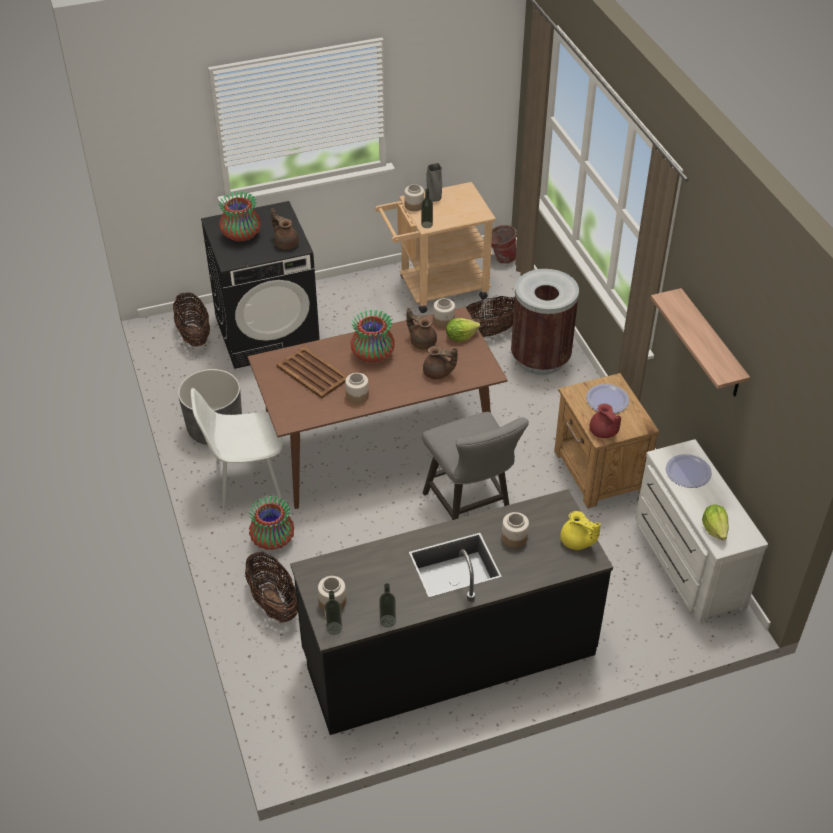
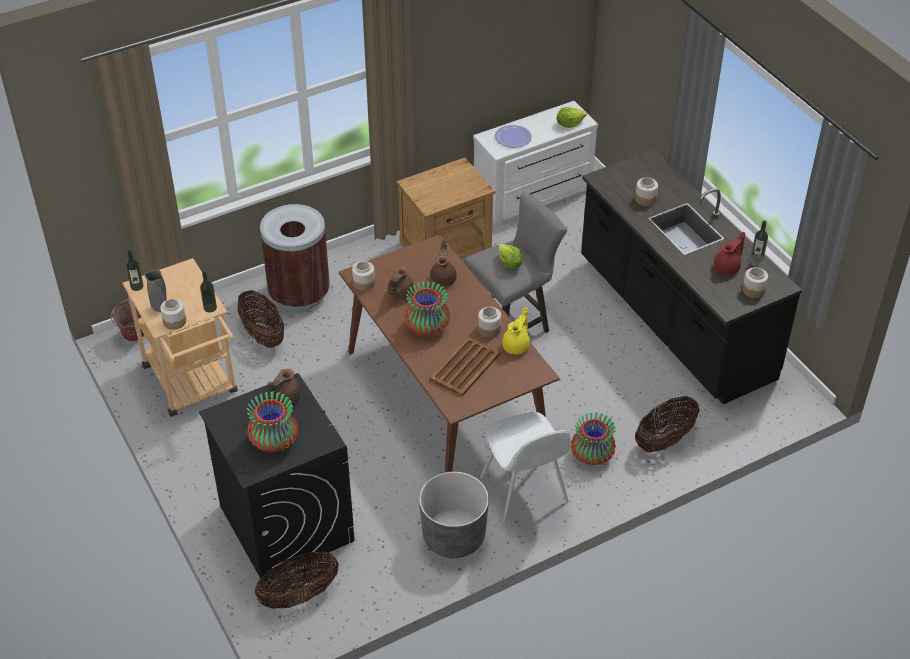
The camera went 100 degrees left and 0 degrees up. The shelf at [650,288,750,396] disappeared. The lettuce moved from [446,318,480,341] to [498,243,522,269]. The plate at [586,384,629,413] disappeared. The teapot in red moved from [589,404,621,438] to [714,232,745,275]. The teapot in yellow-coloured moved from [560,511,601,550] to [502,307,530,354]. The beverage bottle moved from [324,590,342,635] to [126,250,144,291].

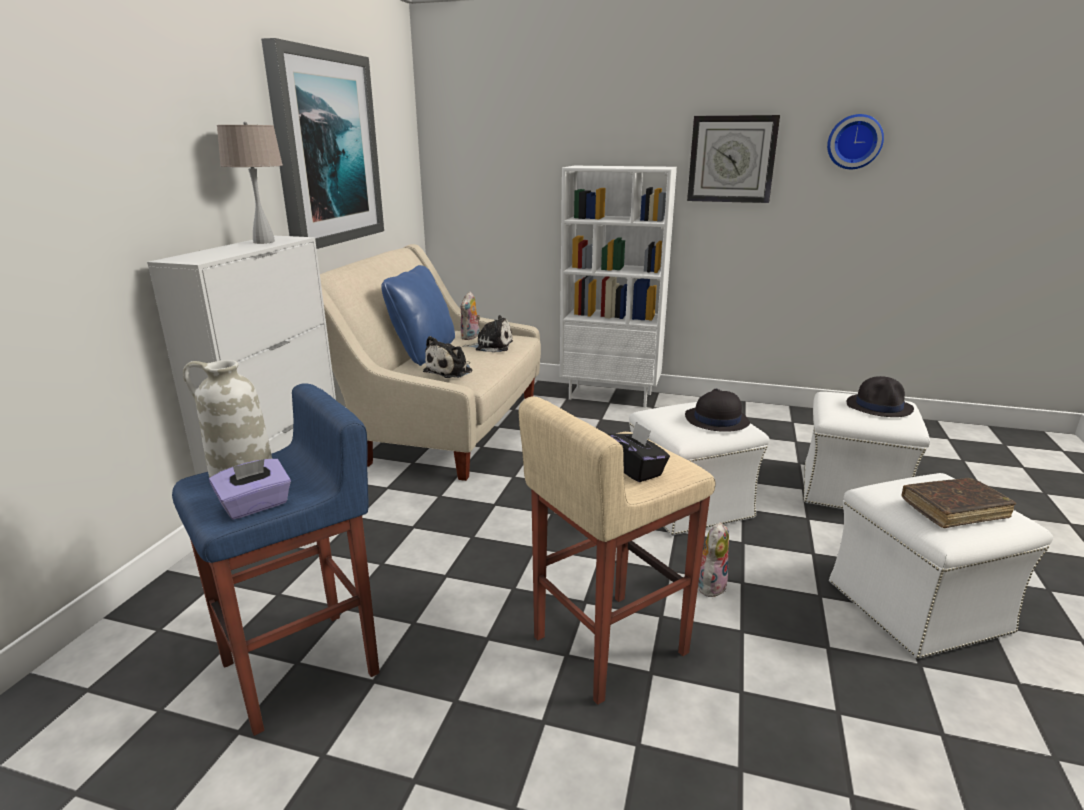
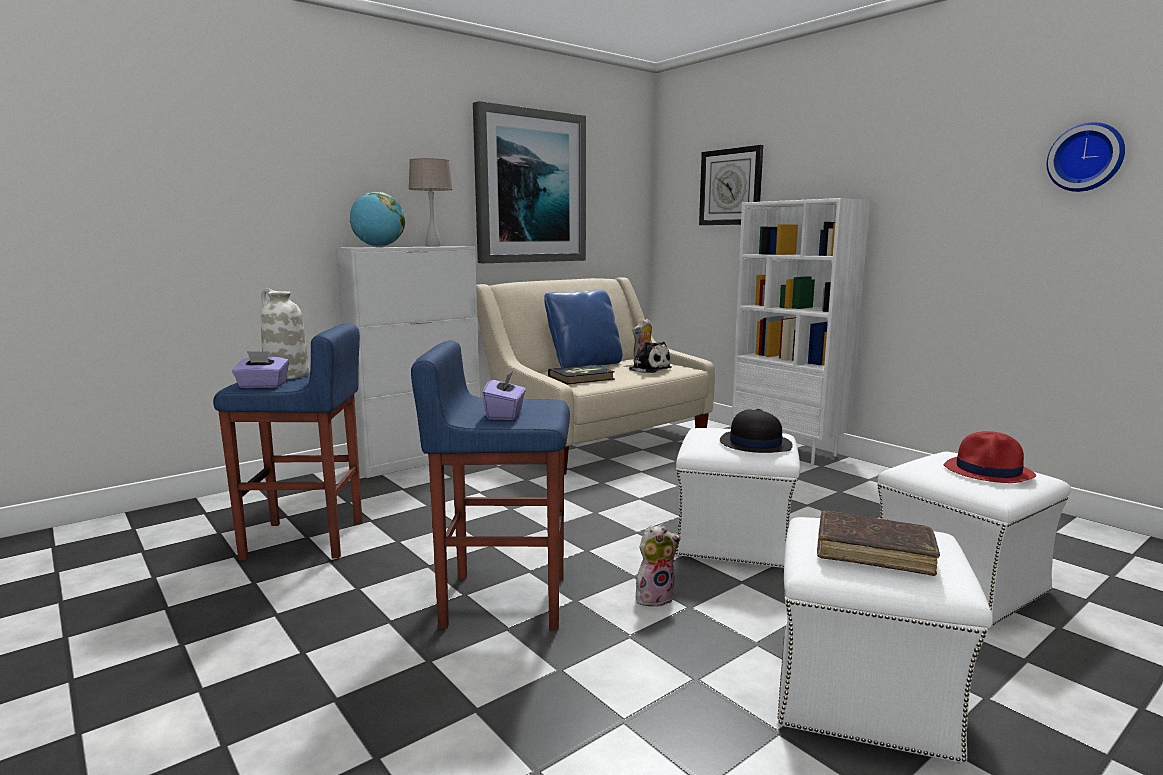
The camera went 35 degrees right and 10 degrees down. The clock on the wall moved from [687,115,780,203] to [699,145,763,225]. The cuddly toy at [423,336,472,378] was replaced by the volume at [548,365,615,384]. The clothing hat in black-coloured at [847,376,914,417] became the clothing hat in red at [944,431,1036,483]. The stool seat in beige at [519,396,716,705] became the stool seat in blue at [411,341,570,630]. The box of tissues in black-coloured at [608,422,670,482] became the box of tissues in purple at [482,371,526,420]. The globe at [350,192,405,247] appeared.

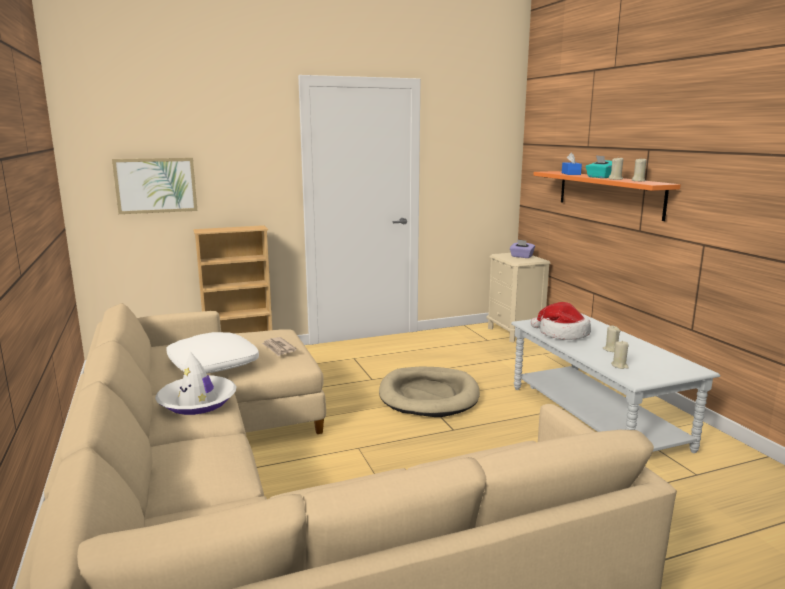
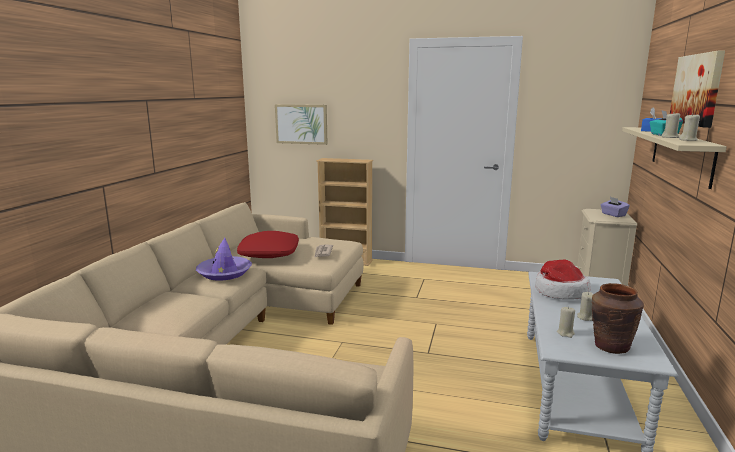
The camera went 35 degrees right and 0 degrees up. The shelf in orangey at [533,171,681,221] became the shelf in beige at [622,127,727,189]. The pillow in white-coloured at [166,332,259,373] became the pillow in red at [237,231,299,258]. The clothing hat in white-coloured at [155,351,236,415] became the clothing hat in purple at [196,238,252,281]. The dog cushion in beige at [379,367,480,417] disappeared. The wall art at [670,50,725,128] appeared. The flower vase in brown-coloured at [592,283,644,354] appeared.

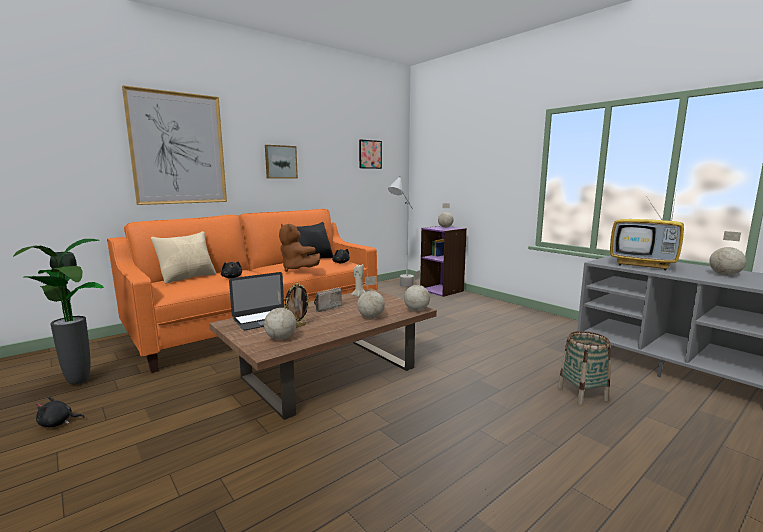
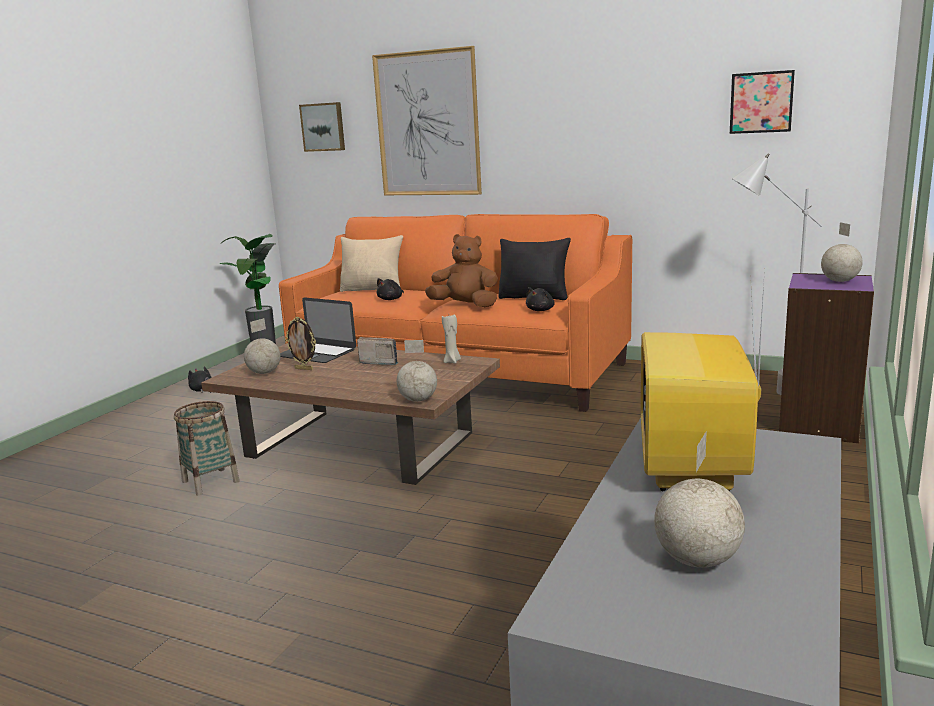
The camera went 65 degrees right and 5 degrees up. The wall art moved from [265,145,298,179] to [299,102,345,152]. The cuddly toy in brown-coloured at [279,224,320,272] turned 90 degrees clockwise. The globe at [357,276,385,319] disappeared. The household basket moved from [558,331,611,405] to [174,401,240,496].

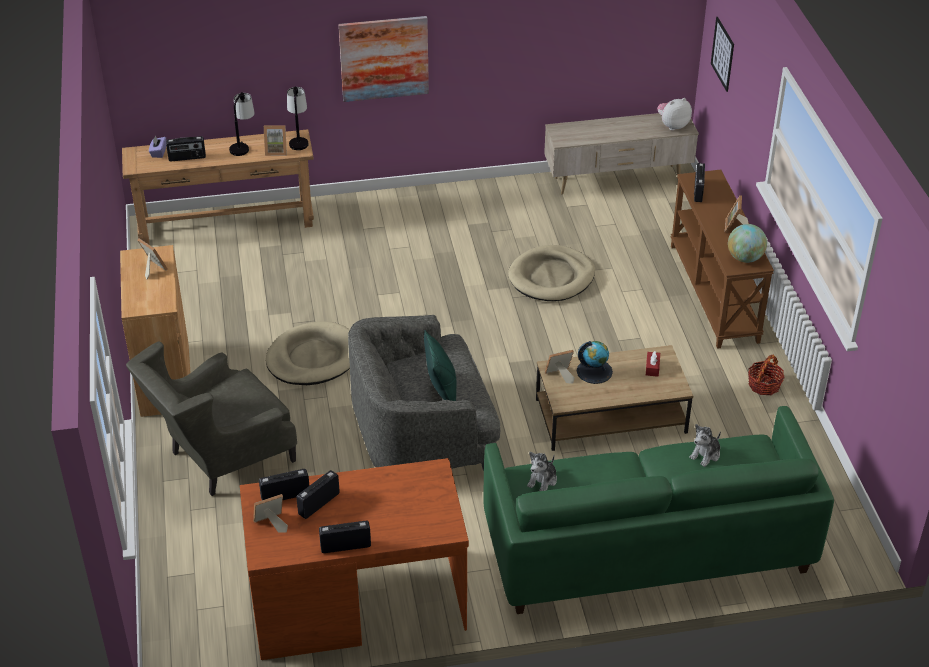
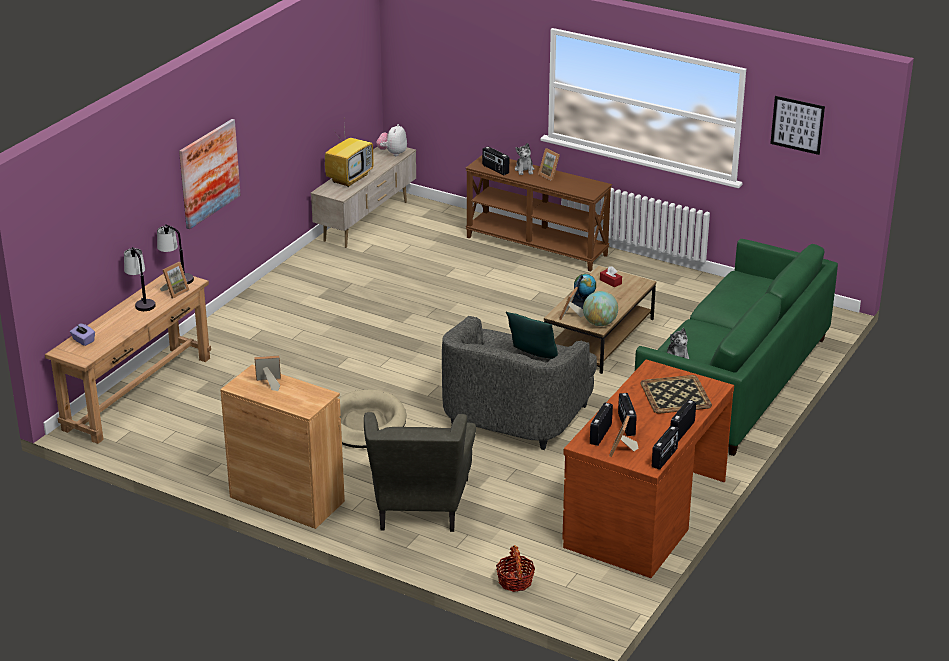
The camera went 50 degrees left and 10 degrees down. The wall art moved from [711,17,734,92] to [770,96,825,155]. The radio set moved from [166,136,206,161] to [652,426,679,470]. The globe moved from [728,224,767,263] to [583,291,618,326]. The dog cushion in beige at [508,245,595,301] disappeared. The household basket moved from [748,355,785,395] to [496,545,535,592]. The cuddly toy moved from [689,424,721,467] to [515,143,534,175]. The TV set at [325,124,374,187] appeared. The carrying tray at [640,375,712,414] appeared.

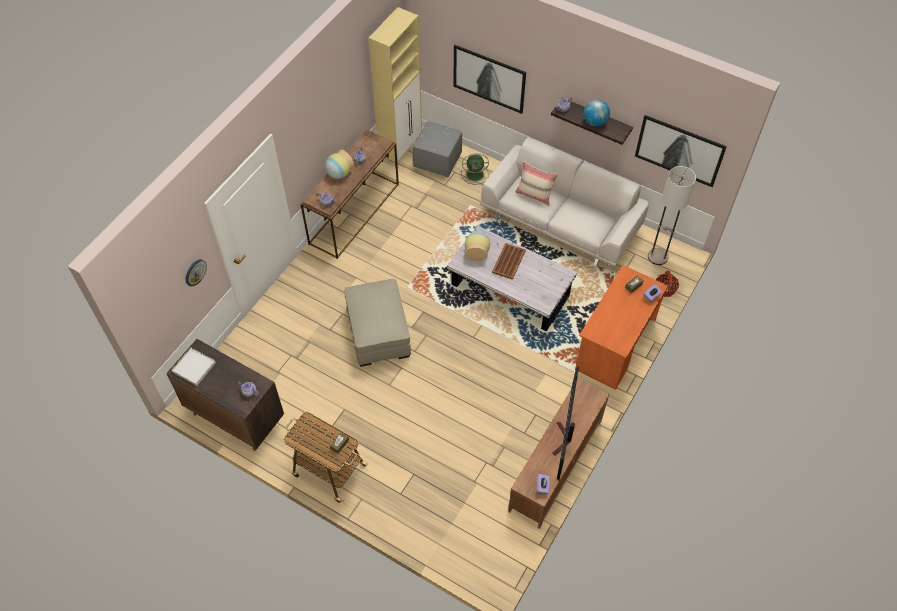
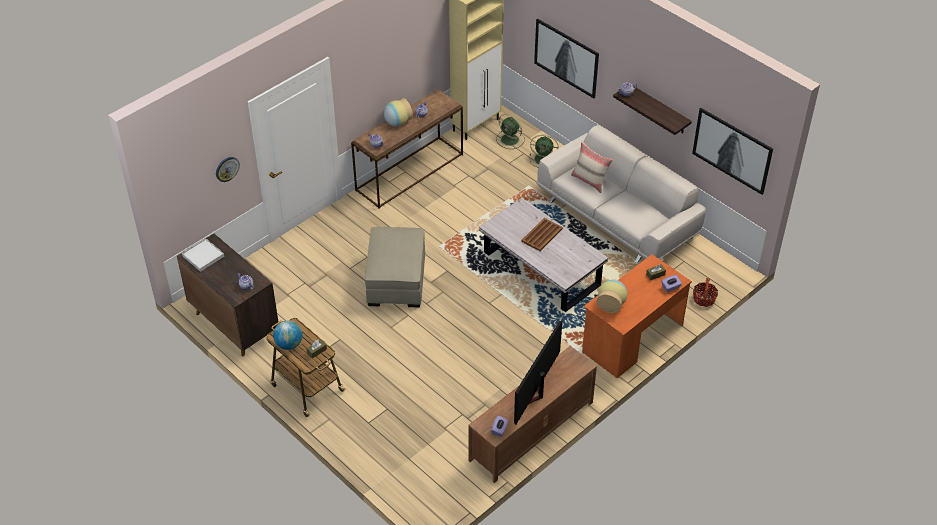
The camera went 15 degrees right and 10 degrees down. The globe moved from [584,100,610,126] to [273,321,303,350]. The pouffe in greyish at [412,122,462,177] was replaced by the cooling fan in green-coloured at [496,114,525,149]. The standing lamp at [648,166,696,265] disappeared. The flower vase moved from [465,232,490,261] to [597,280,627,313].

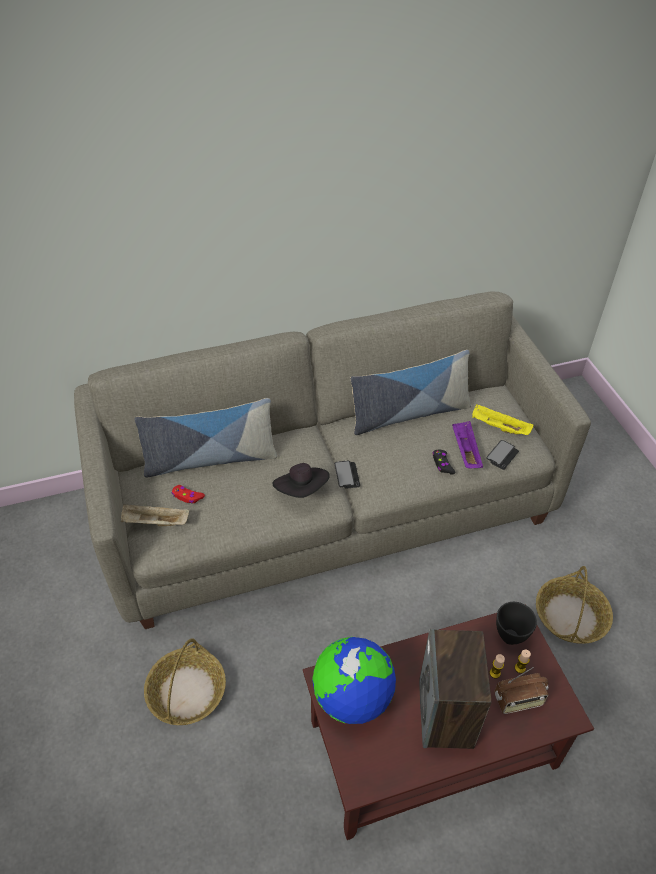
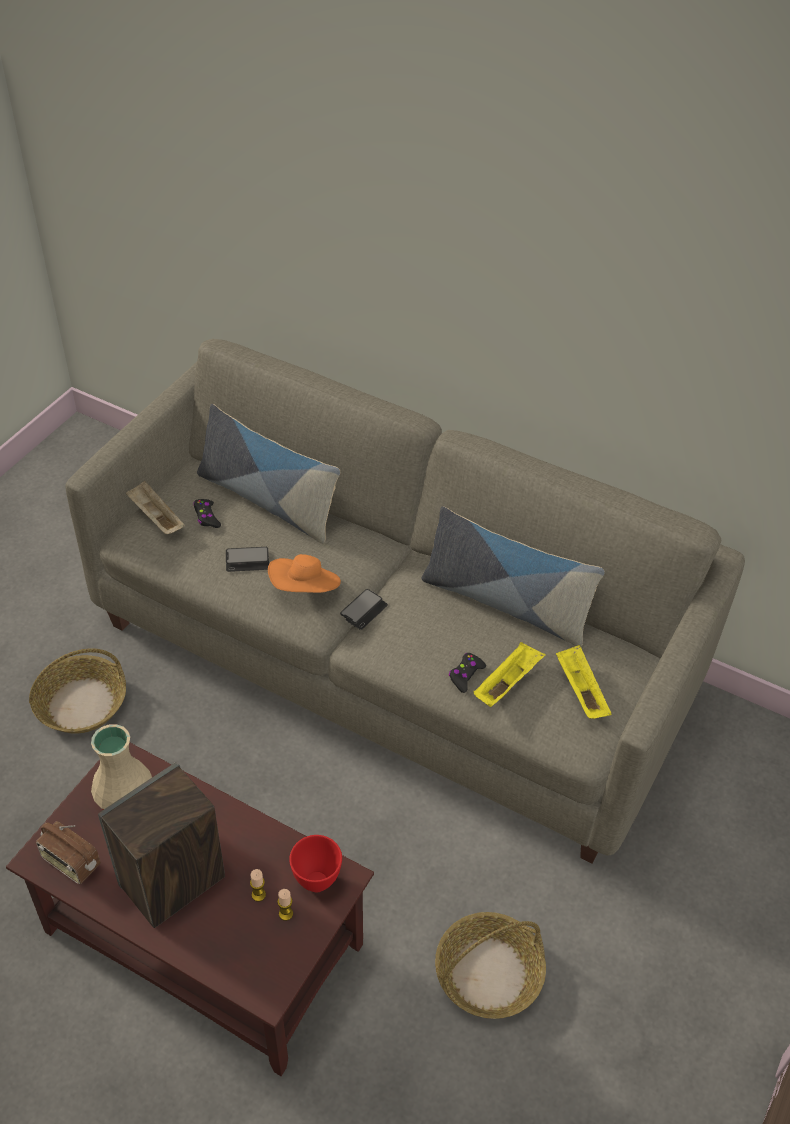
The camera went 45 degrees right and 0 degrees up. The carrying tray in purple at [452,421,483,469] became the carrying tray in yellow-coloured at [474,642,546,707]. The telephone moved from [486,440,519,470] to [226,547,269,572]. The clothing hat in black-coloured at [273,463,330,498] became the clothing hat in orangey at [268,554,341,593]. The joypad in red at [172,485,205,503] became the joypad in black-coloured at [193,499,221,528]. The serving bowl in black-coloured at [496,602,537,645] became the serving bowl in red at [289,835,342,892]. The globe at [312,637,396,724] was replaced by the flower vase in beige at [91,724,152,810]. The radio set moved from [495,667,549,714] to [36,821,101,884].

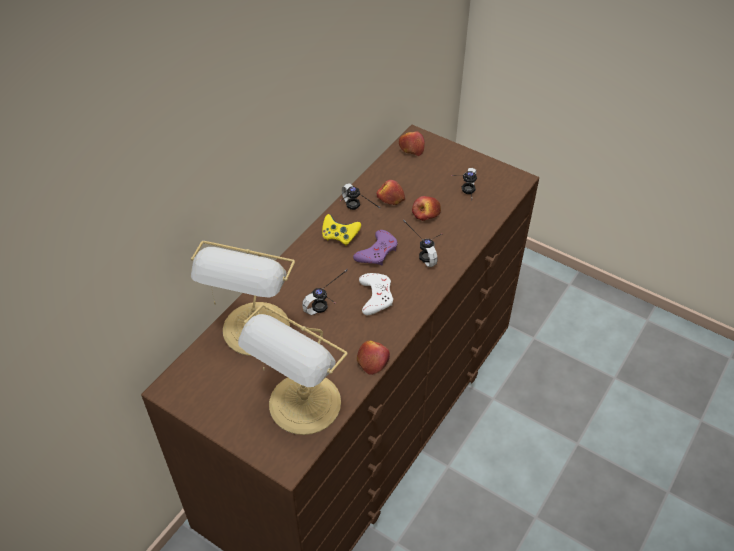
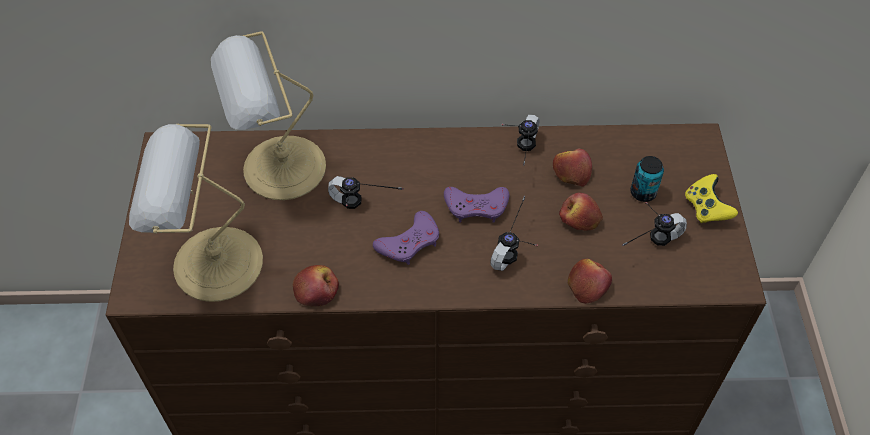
The camera went 55 degrees right and 5 degrees up. The whole apple moved from [399,131,425,156] to [568,259,612,304]. The joypad in yellow-coloured moved from [322,214,361,246] to [685,174,738,223]. The joypad in white-coloured at [359,273,393,315] became the joypad in purple at [373,211,439,265]. The can at [630,156,664,202] appeared.

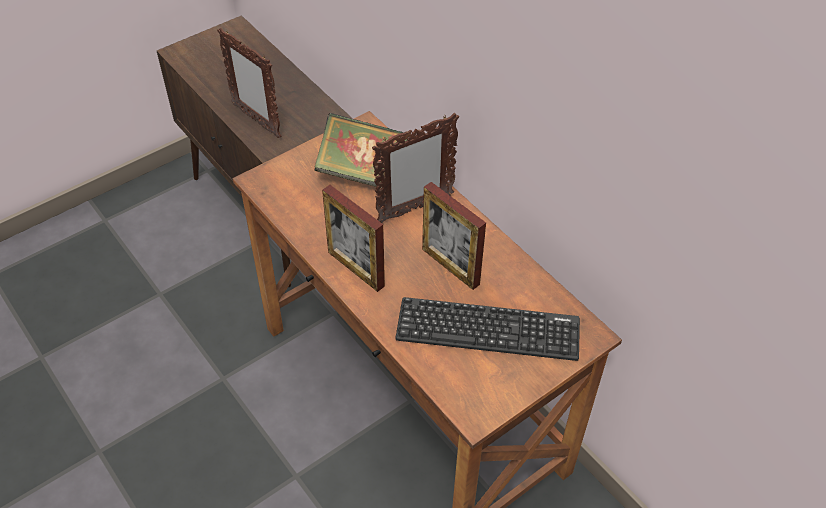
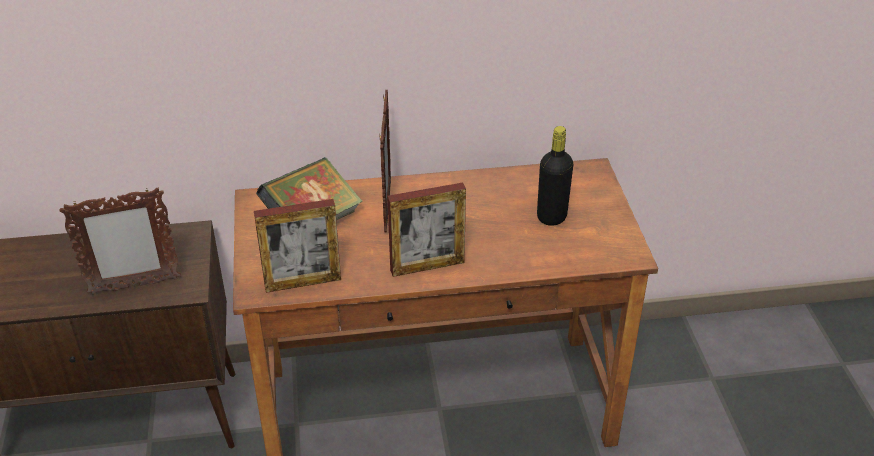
The camera went 60 degrees left and 10 degrees down. The standing frame moved from [422,182,486,290] to [254,199,341,293]. The keyboard at [395,297,580,361] was replaced by the beverage bottle in black-coloured at [537,126,573,226].

